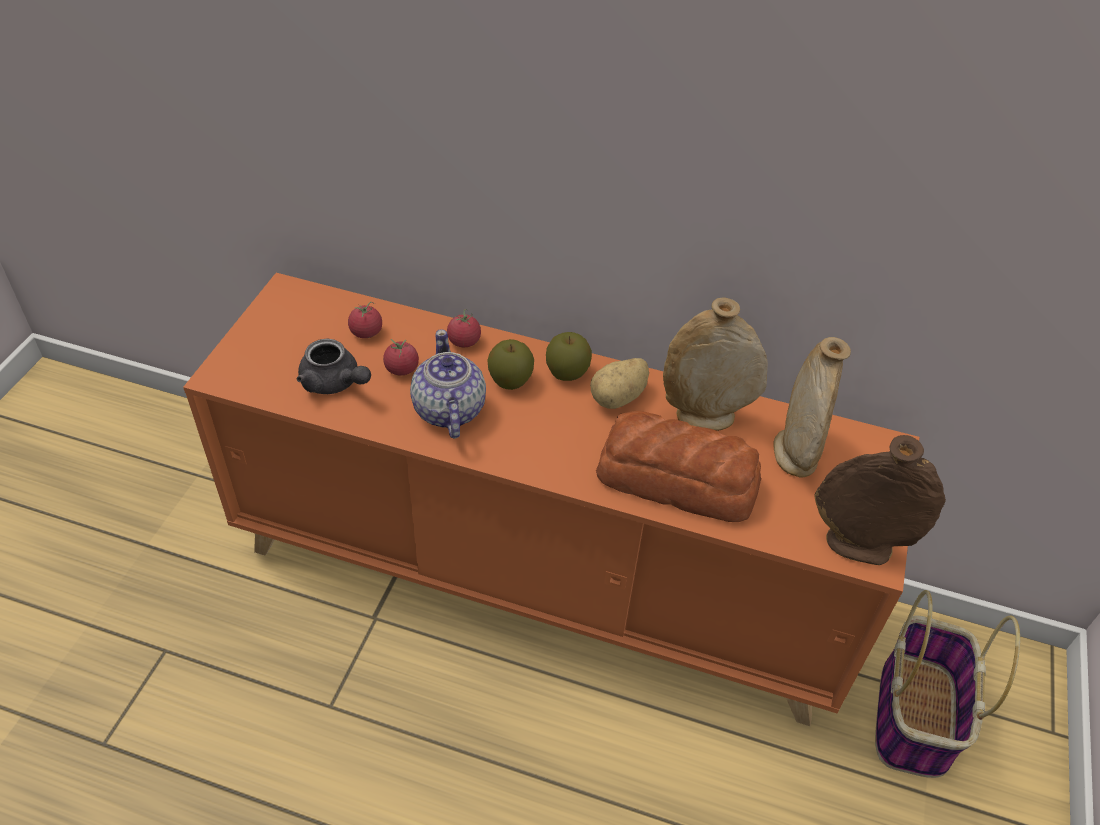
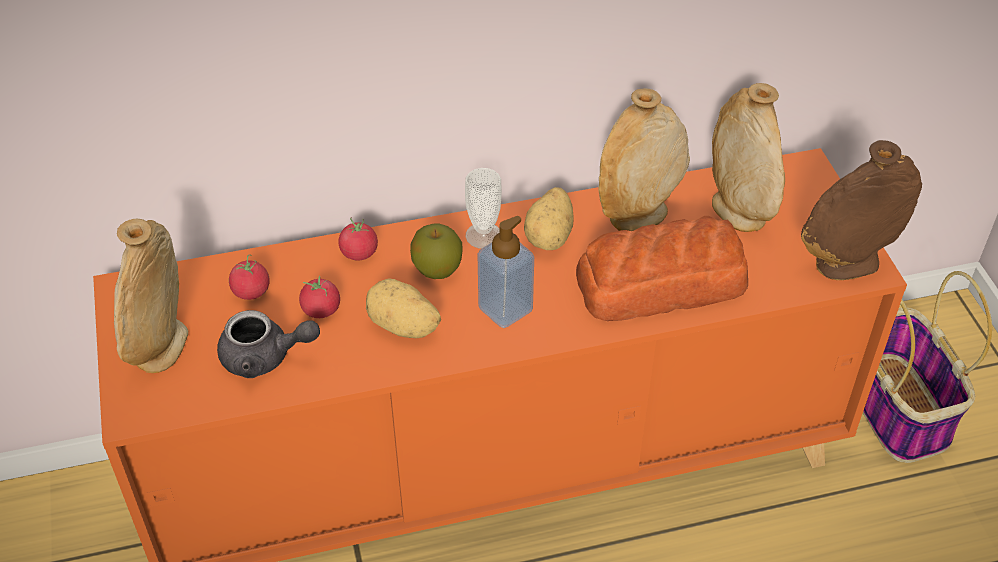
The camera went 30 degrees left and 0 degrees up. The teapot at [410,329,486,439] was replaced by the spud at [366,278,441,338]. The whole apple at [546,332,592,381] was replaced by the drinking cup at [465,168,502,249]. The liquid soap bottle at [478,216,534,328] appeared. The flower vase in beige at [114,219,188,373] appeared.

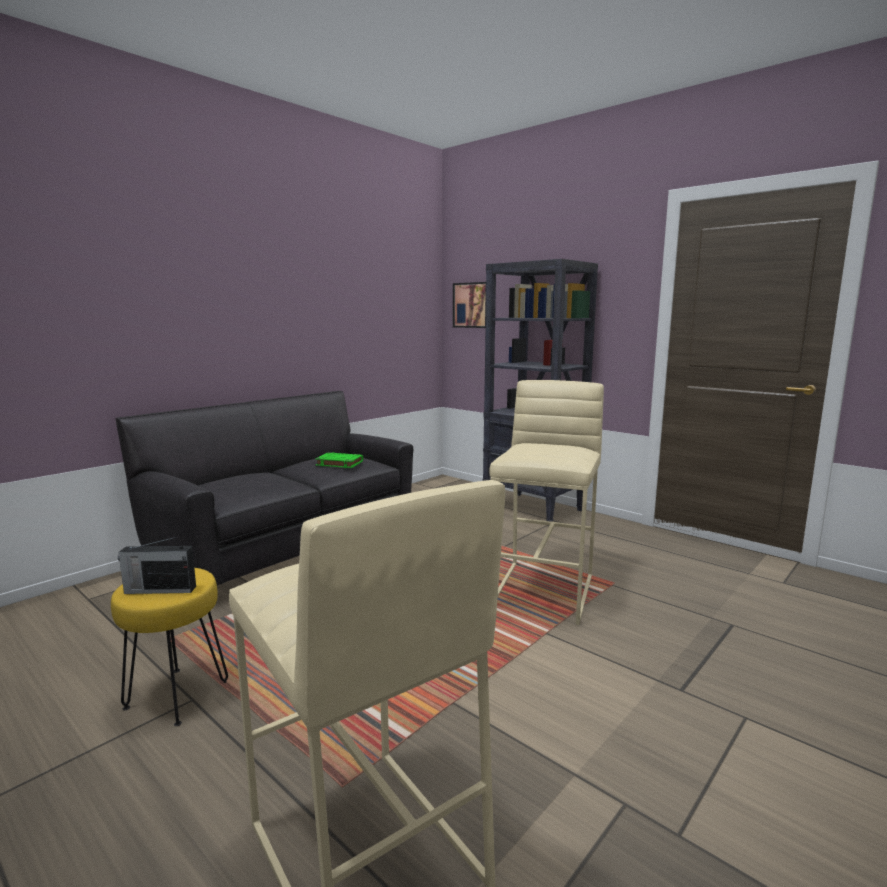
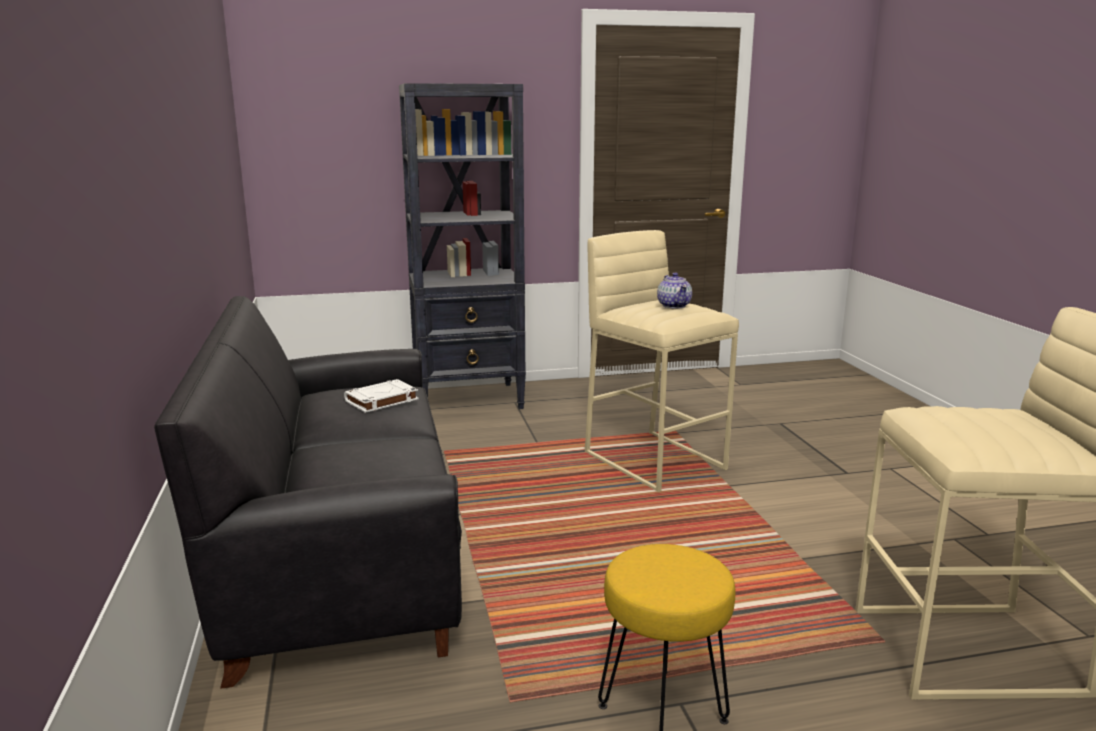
The camera went 55 degrees left and 5 degrees up. The wall art at [453,282,486,328] disappeared. The volume in green-coloured at [315,452,363,468] became the volume in white-coloured at [344,379,418,413]. The radio set at [118,536,196,594] disappeared. The teapot at [657,273,692,309] appeared.

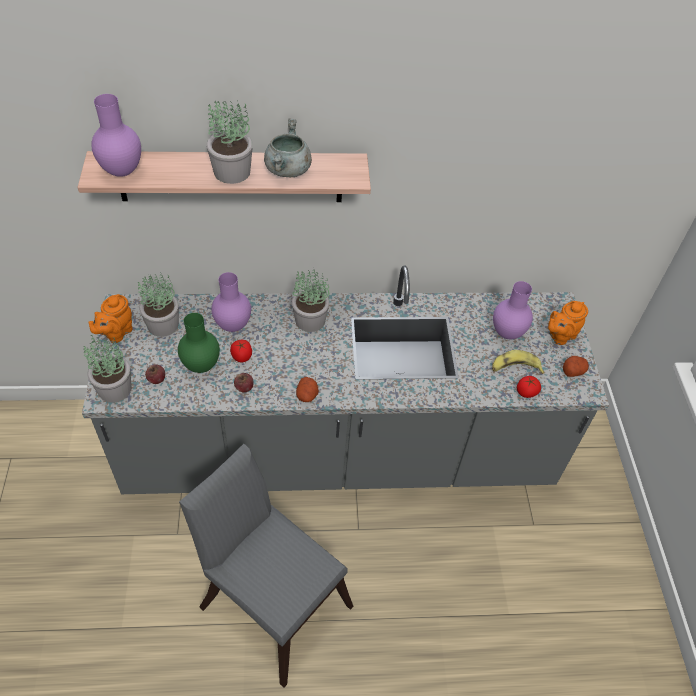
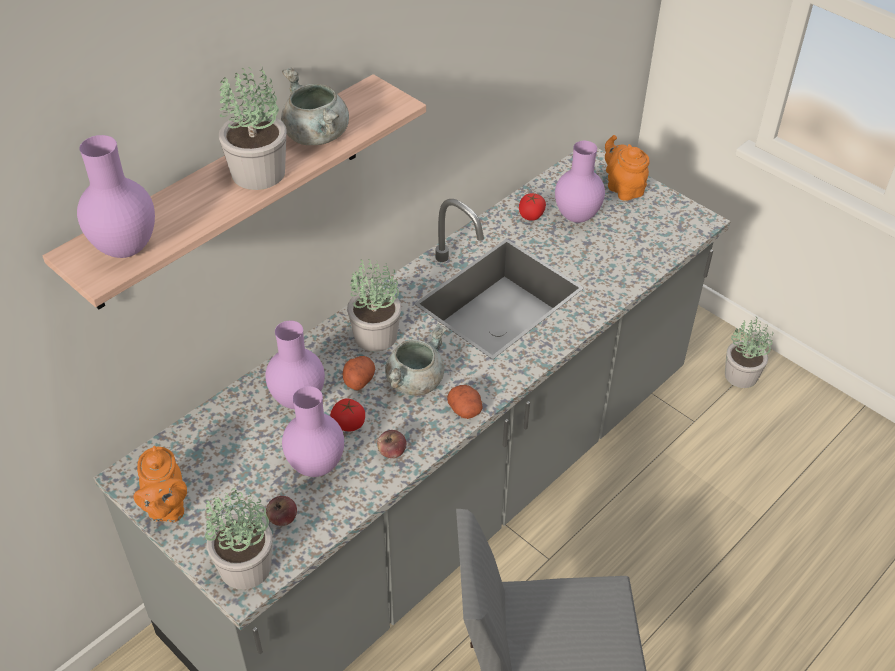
The camera went 40 degrees left and 5 degrees down. The plant in a pot moved from [138,273,179,337] to [725,317,774,388]. The teapot in orangey at [548,301,588,345] turned 135 degrees clockwise. The flower vase in green-coloured at [178,313,220,373] became the flower vase in purple at [282,386,344,477]. The banana at [492,350,545,374] disappeared. The spud moved from [563,356,589,377] to [343,356,375,390]. The tomato moved from [517,376,541,398] to [519,193,546,221]. The stockpot in greyish at [385,324,446,396] appeared.

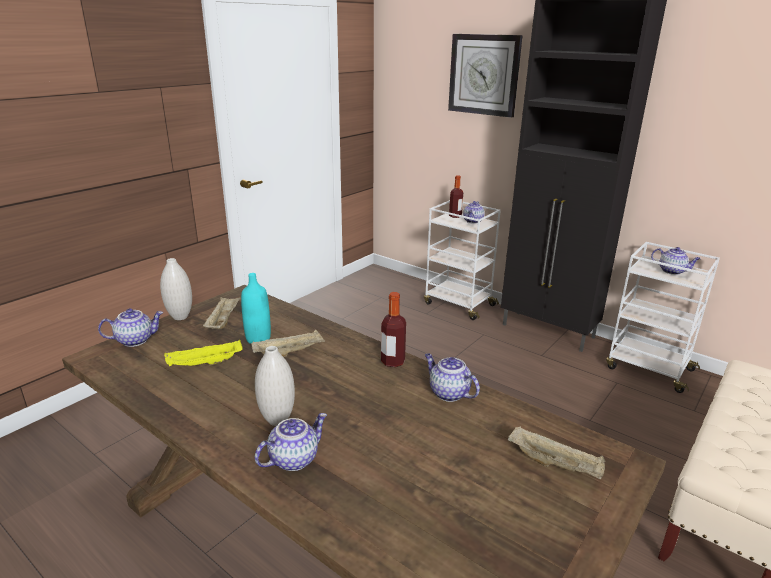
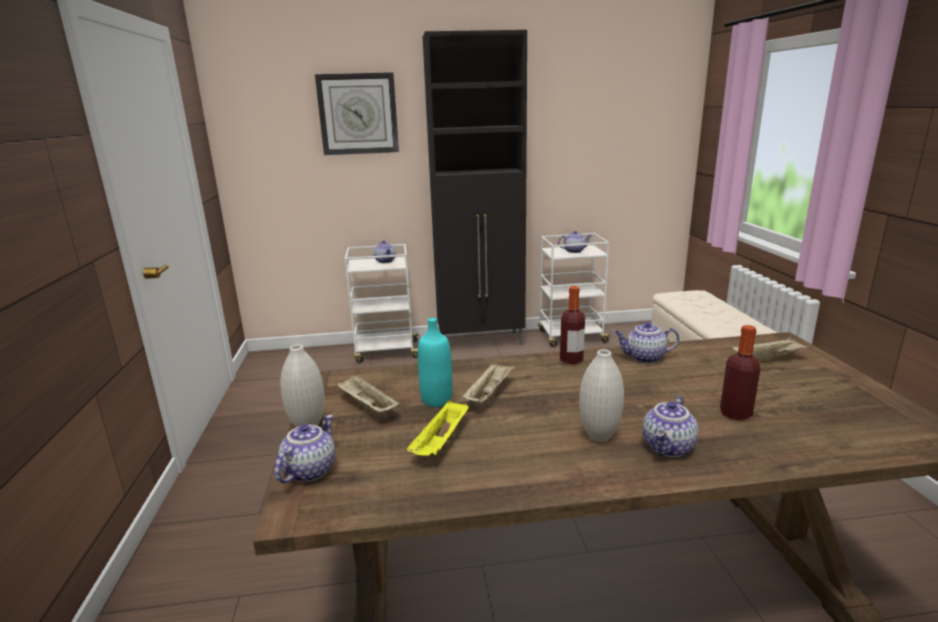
The camera went 45 degrees left and 5 degrees down. The beverage bottle moved from [449,175,463,218] to [720,325,761,420]. The teapot at [255,413,327,471] turned 150 degrees counterclockwise.

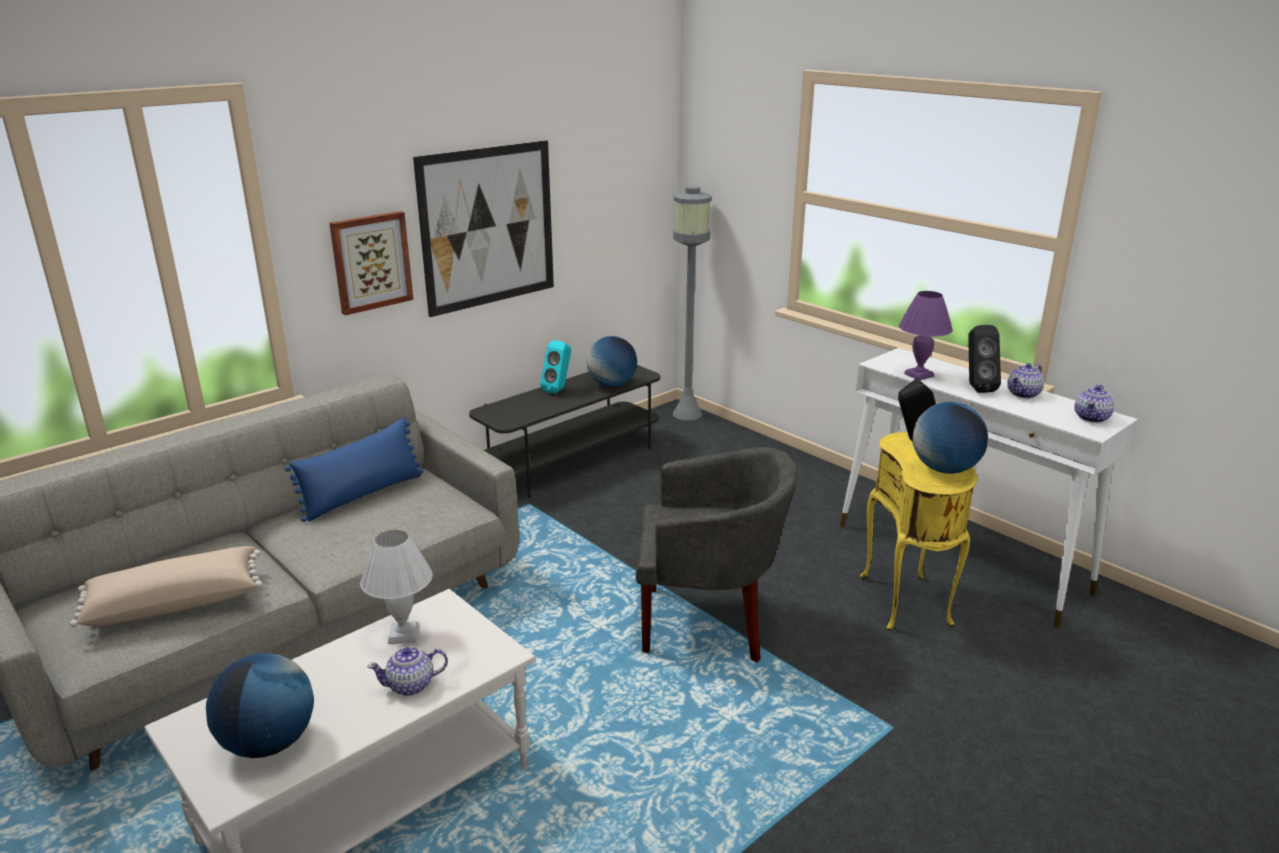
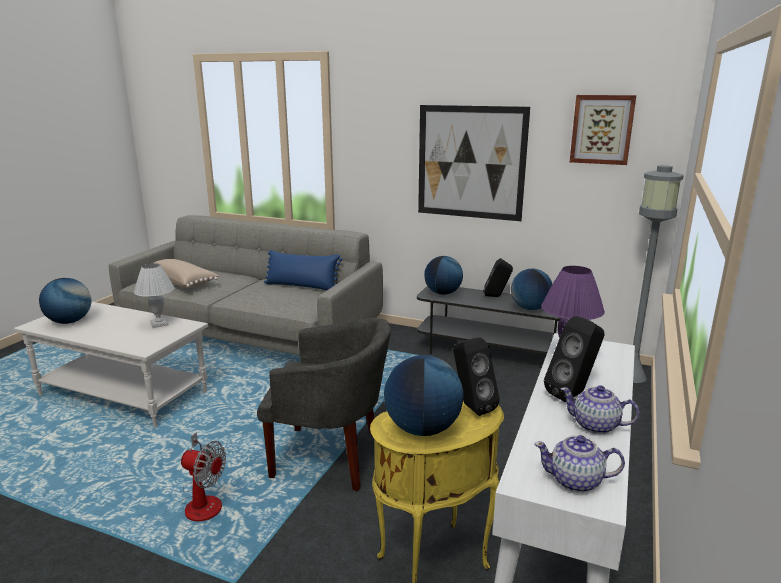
The camera went 65 degrees right and 5 degrees down. The wall art moved from [329,211,414,315] to [570,95,636,165]. The loudspeaker in turquoise-coloured at [540,340,571,394] became the loudspeaker in black-coloured at [483,258,513,297]. The armchair in greyish at [636,447,797,662] turned 60 degrees counterclockwise. The teapot at [367,646,448,696] disappeared. The globe at [424,256,463,295] appeared. The cooling fan at [181,432,226,521] appeared.

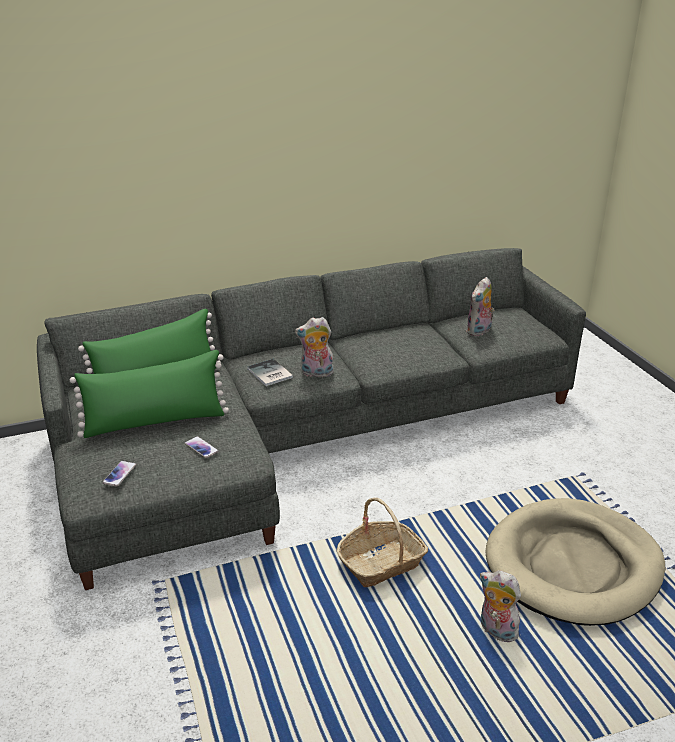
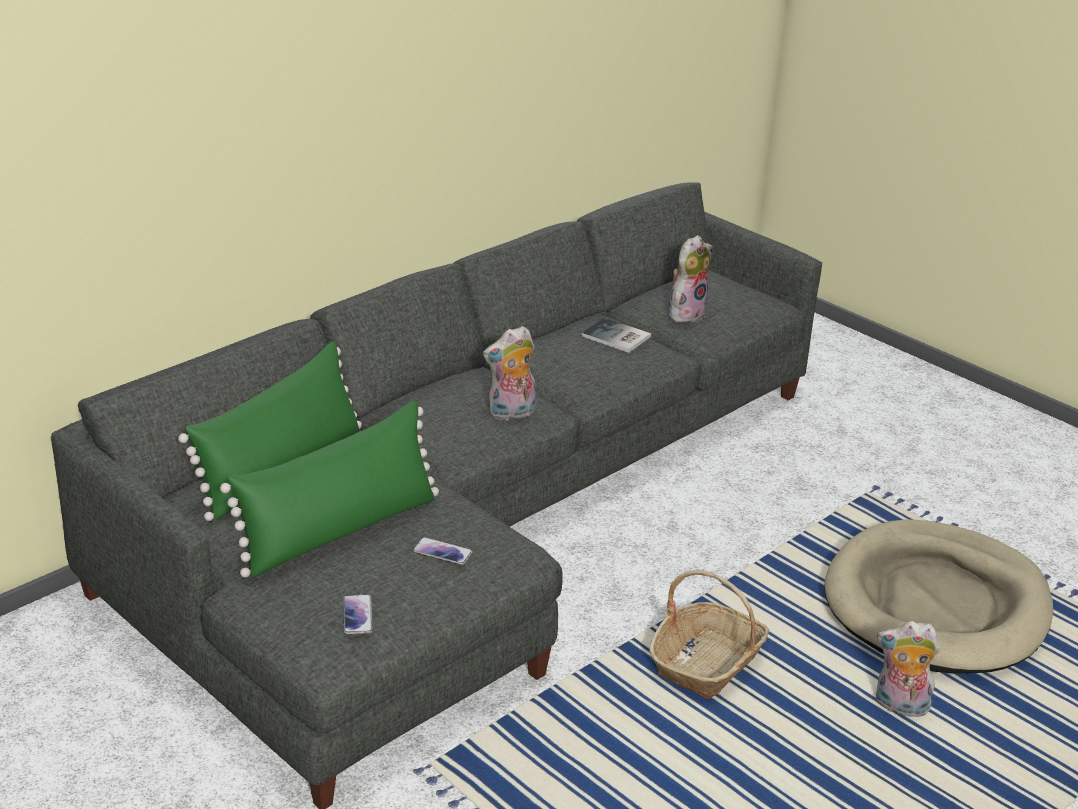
The camera went 25 degrees left and 0 degrees up. The cuddly toy at [466,277,495,336] turned 150 degrees counterclockwise. The volume moved from [247,359,293,386] to [582,318,651,353].

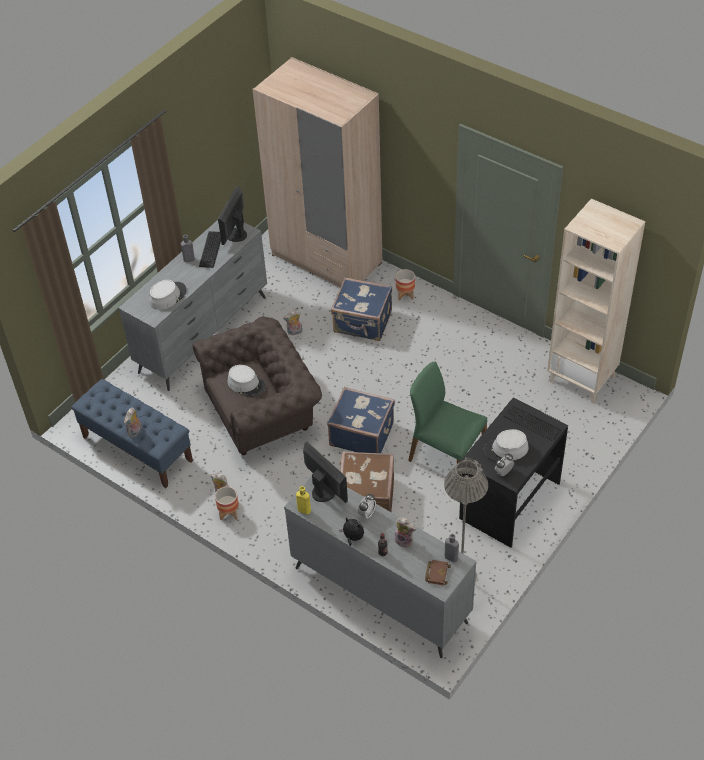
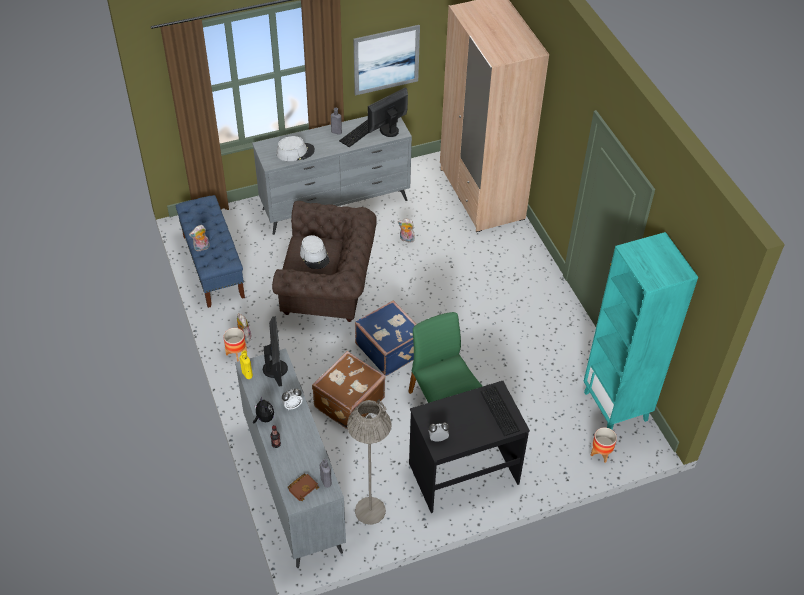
The camera went 30 degrees right and 0 degrees up. The bookcase in beige at [547,199,645,404] became the bookcase in turquoise-coloured at [583,232,698,429]. The flower pot moved from [396,269,415,301] to [591,427,617,463]. The piece of luggage in blue at [331,277,392,341] disappeared. The clothing hat in greyish at [484,429,529,462] disappeared. The cuddly toy at [393,517,416,548] disappeared. The wall art at [353,25,420,96] appeared.

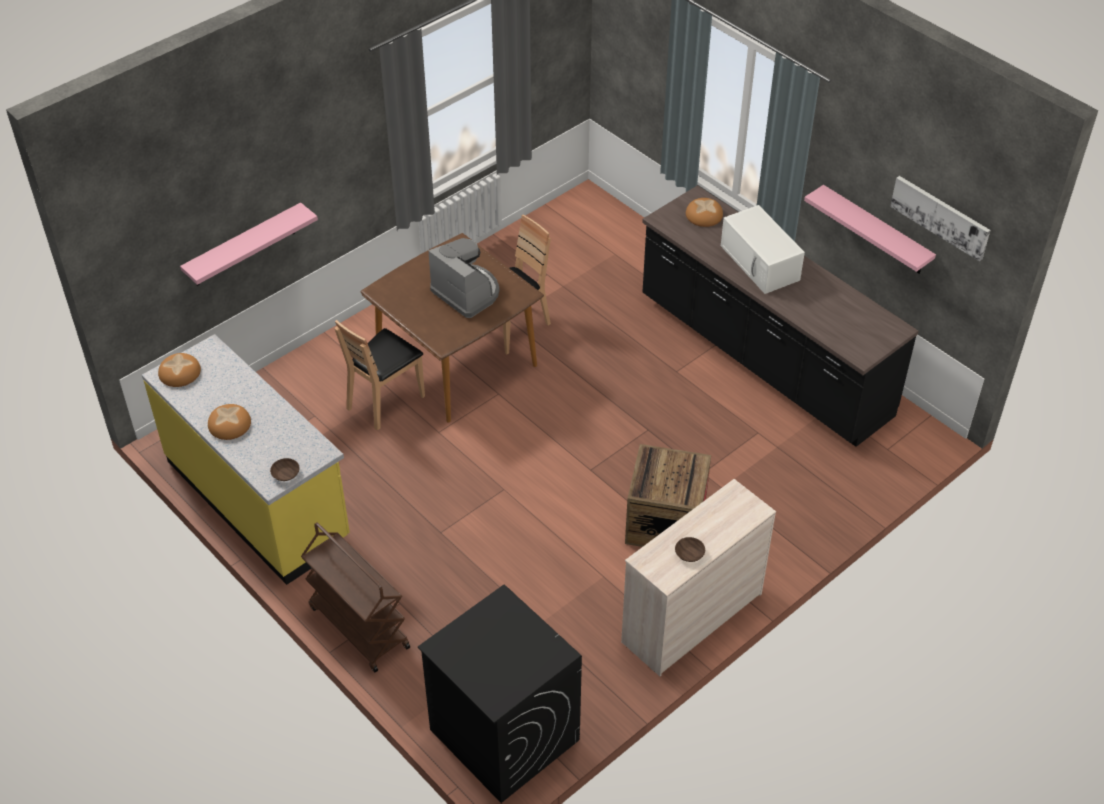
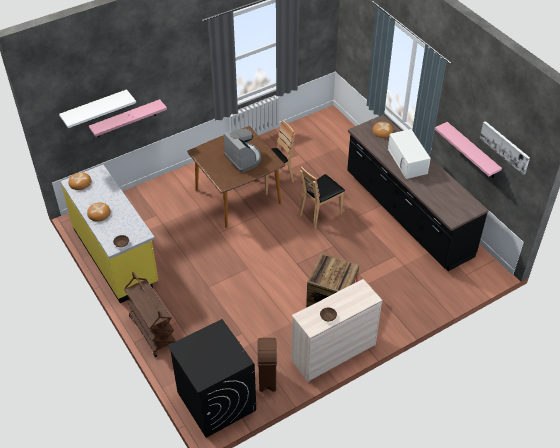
The camera went 10 degrees right and 0 degrees up. The upright chair in brown-coloured moved from [334,320,425,430] to [299,166,345,229]. The shelf in white-coloured at [59,89,136,128] appeared. The trash can in brown-coloured at [258,338,277,392] appeared.

